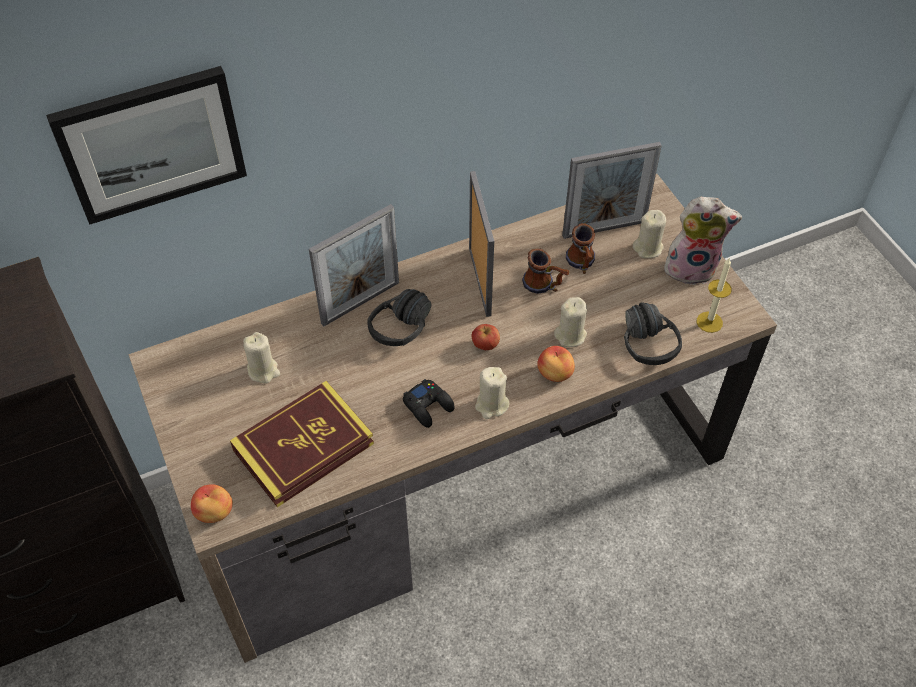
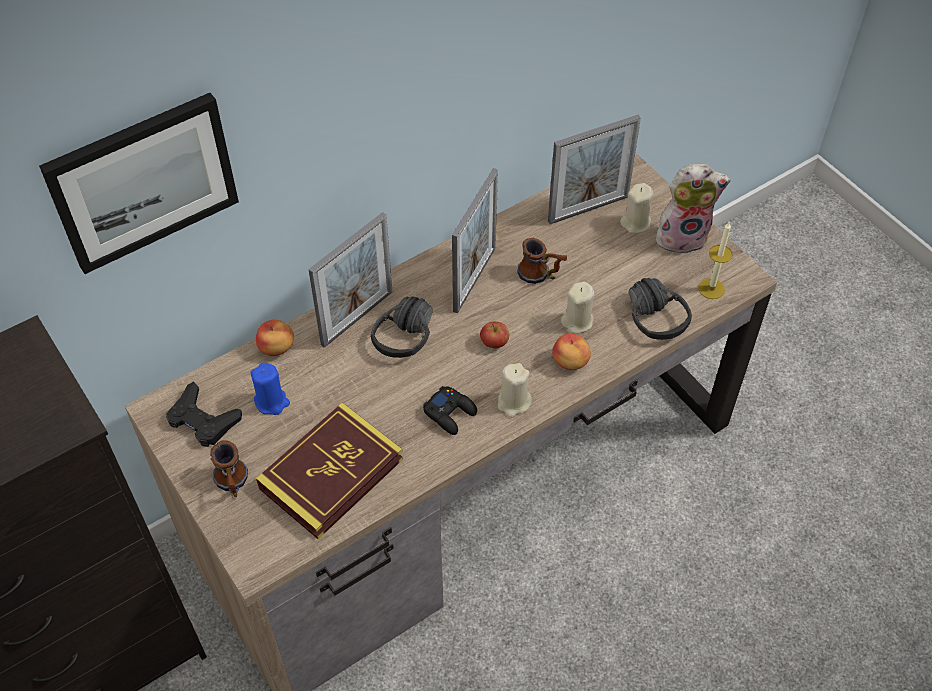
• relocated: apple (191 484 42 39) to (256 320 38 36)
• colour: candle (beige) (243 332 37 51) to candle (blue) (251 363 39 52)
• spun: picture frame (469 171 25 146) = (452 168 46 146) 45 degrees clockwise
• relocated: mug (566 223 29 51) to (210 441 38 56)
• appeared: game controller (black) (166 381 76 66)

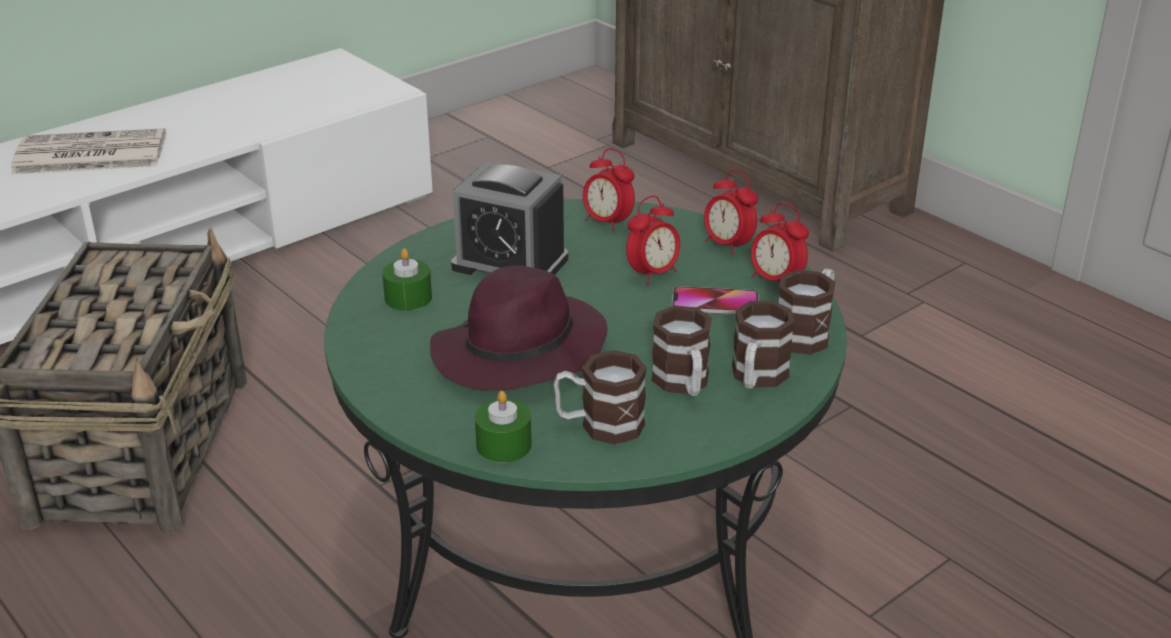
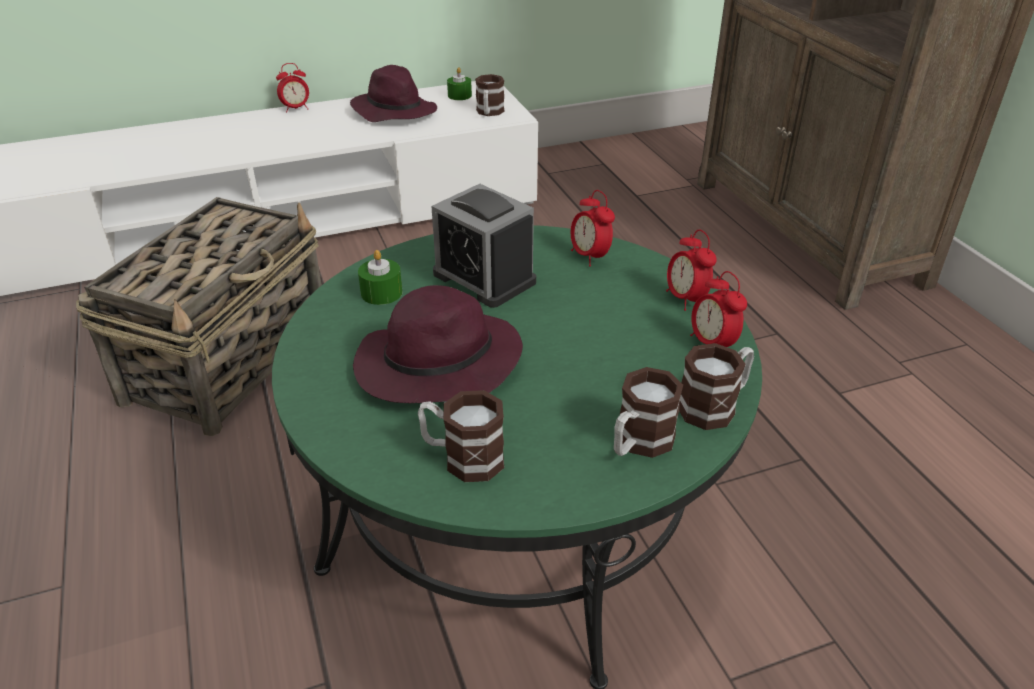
• missing: newspaper (11 128 154 46)
• relocated: candle (green) (475 391 57 72) to (447 67 25 33)
• relocated: alarm clock (626 196 54 89) to (276 63 33 49)
• relocated: mug (651 305 61 91) to (475 74 30 42)
• missing: phone (672 286 87 28)
• appeared: hat (purple) (350 65 87 57)

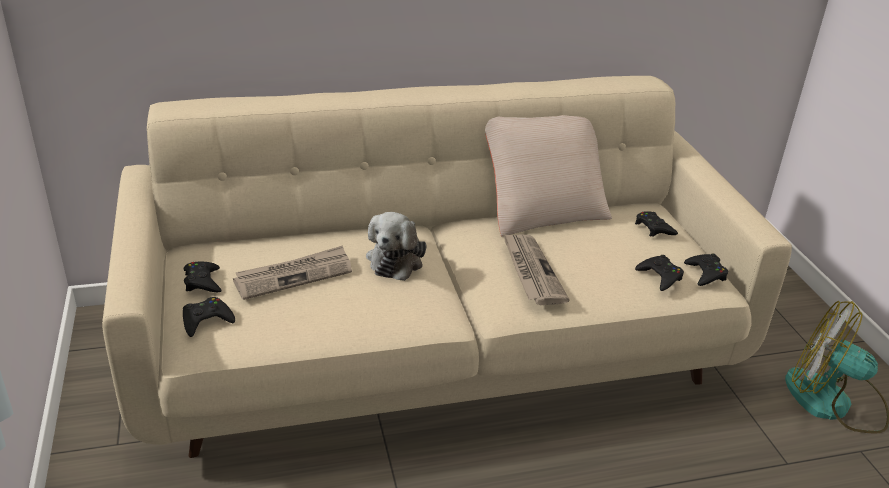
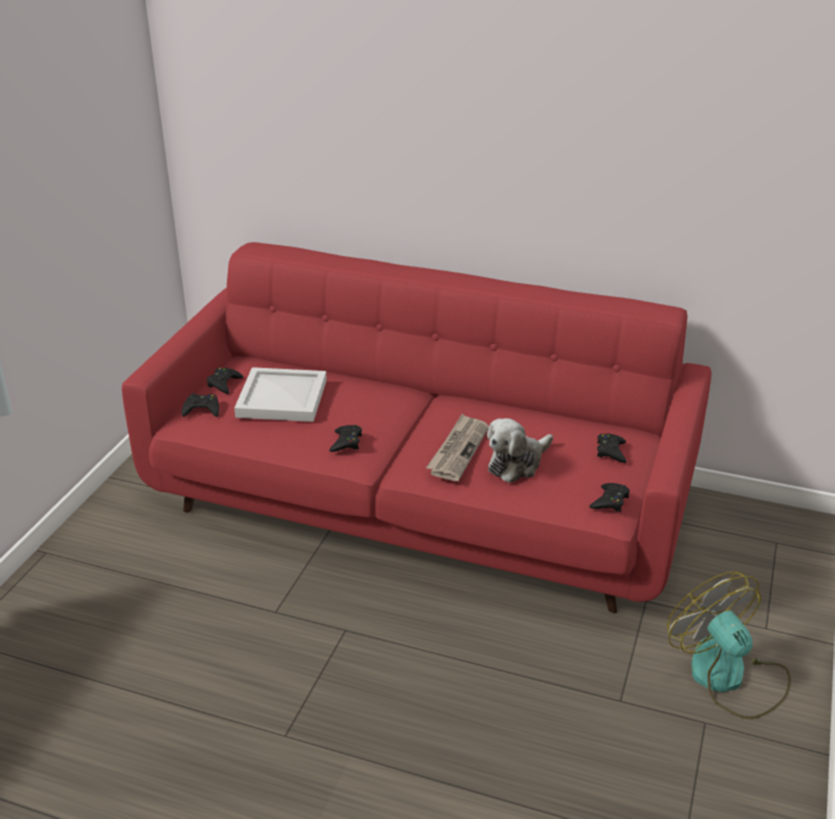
• colour: sofa (beige) (102 76 690 382) to sofa (red) (122 242 589 371)
• exchanged: newspaper (233 245 119 55) to tray (white) (234 367 93 55)
• relocated: plush toy (366 212 61 69) to (487 418 66 65)
• missing: pillow (beige) (485 115 127 122)
• relocated: game controller (black) (635 255 49 36) to (329 425 33 27)

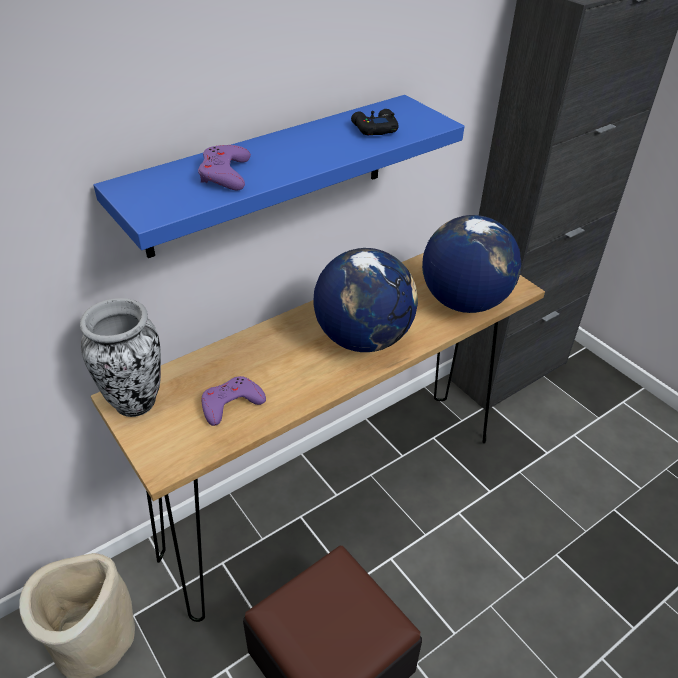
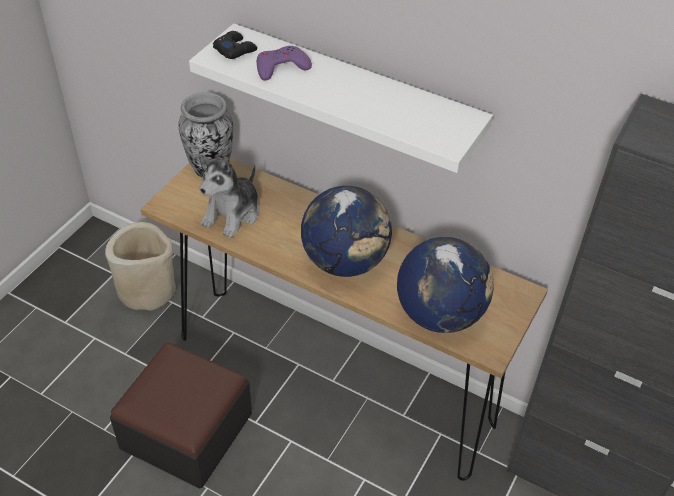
• colour: shelf (blue) (93 95 371 163) to shelf (white) (189 23 304 150)
• exchanged: game controller (purple) (202 376 64 50) to plush toy (199 155 61 83)
• relocated: game controller (black) (351 109 48 26) to (213 31 44 28)

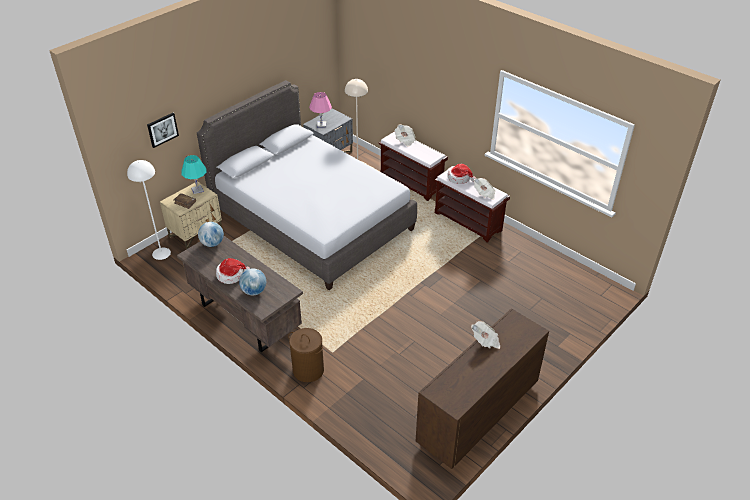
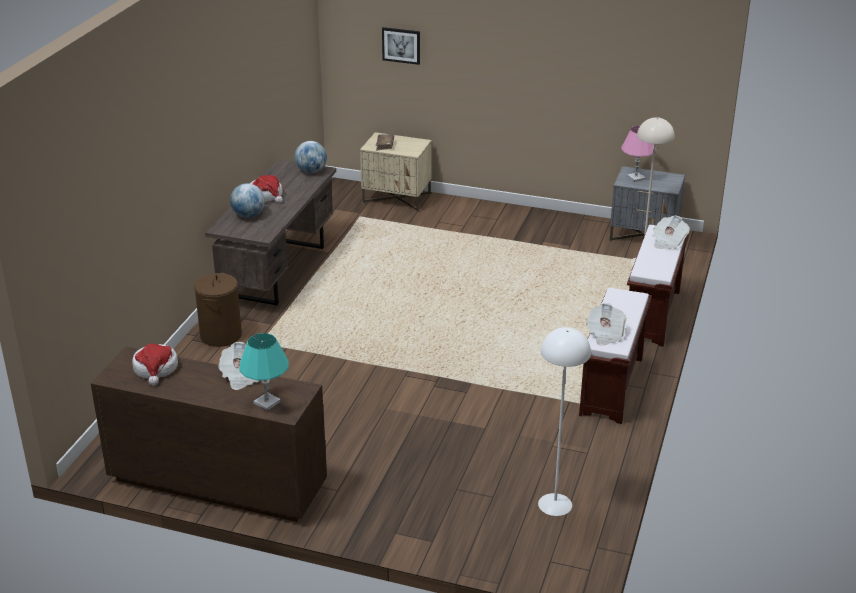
• relocated: floor lamp (white) (127 160 44 100) to (538 327 53 189)
• relocated: table lamp (turquoise) (182 155 25 39) to (240 333 49 78)
• missing: bed (grey) (197 80 220 210)
• relocated: hat (447 164 29 20) to (132 344 46 42)

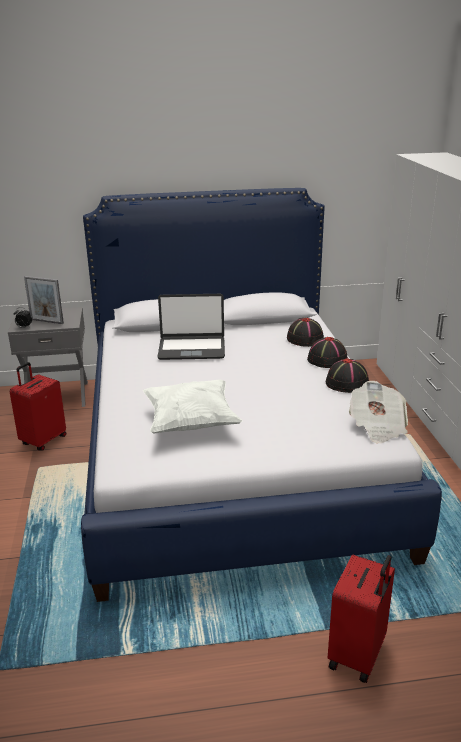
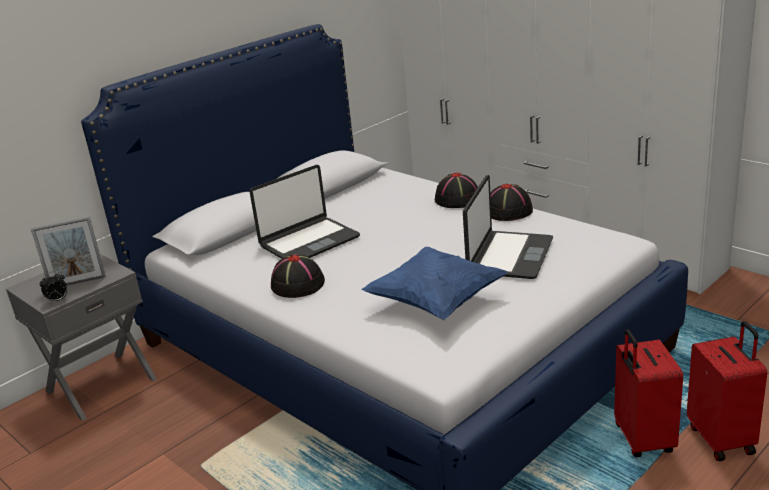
• relocated: suitcase (red) (10 362 56 89) to (614 329 69 128)
• colour: pillow (white) (143 379 99 54) to pillow (blue) (361 247 147 73)
• relocated: hat (black) (287 318 37 29) to (271 254 54 44)
• missing: newspaper (349 381 59 63)
• appeared: laptop (463 175 90 104)

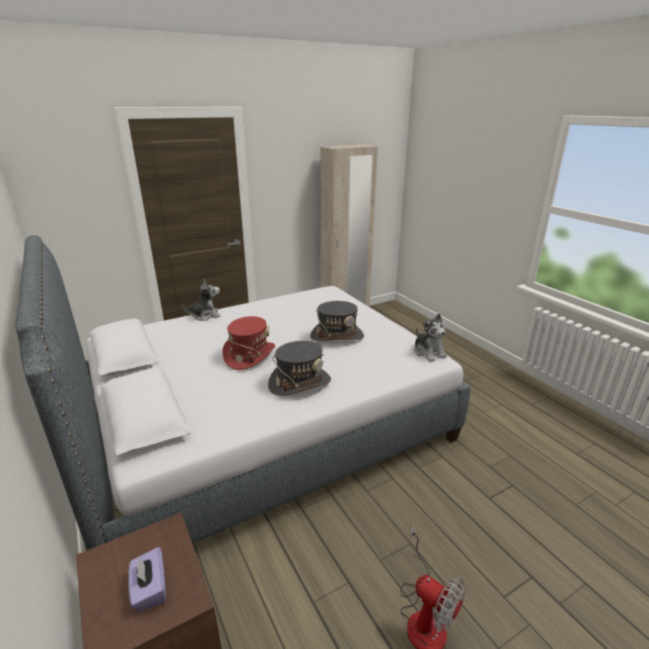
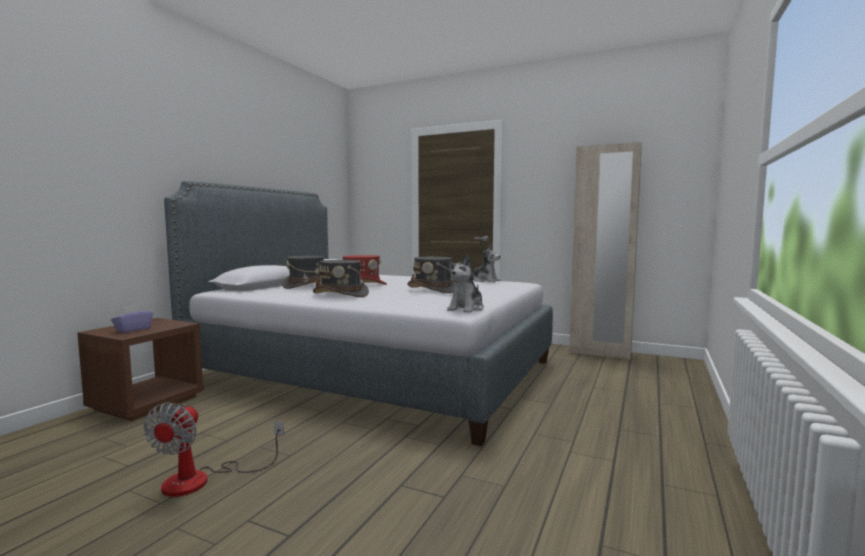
• relocated: plush toy (183 279 37 42) to (473 245 28 37)
• appeared: hat (grey) (282 256 42 33)

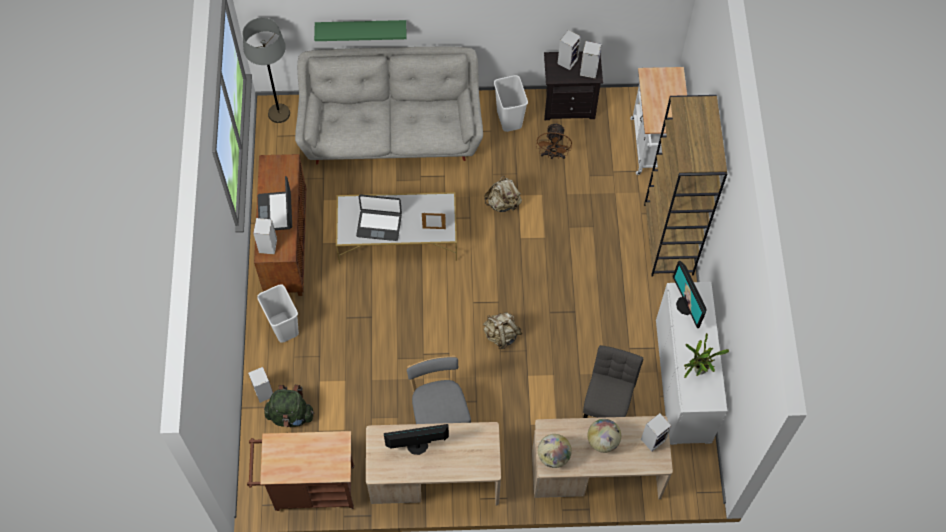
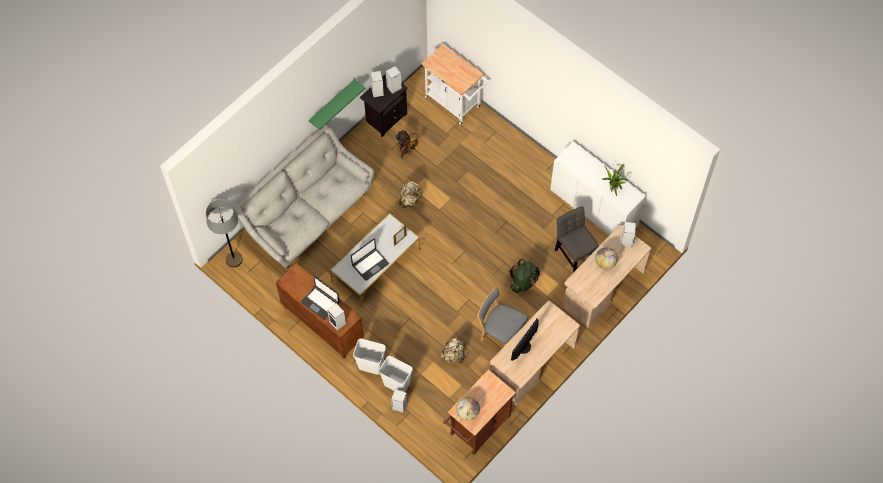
• relocated: backpack (green) (264 385 51 42) to (509 258 31 35)
• relocated: shelf (green) (314 20 92 21) to (309 79 56 51)
• relocated: backpack (beige) (483 312 39 37) to (441 338 24 26)
• relocated: trash can (white) (494 75 34 57) to (379 356 34 36)
• relocated: globe (538 434 34 34) to (456 397 24 24)
• missing: bookcase (brown) (644 95 83 182)
• missing: monitor (673 261 34 67)

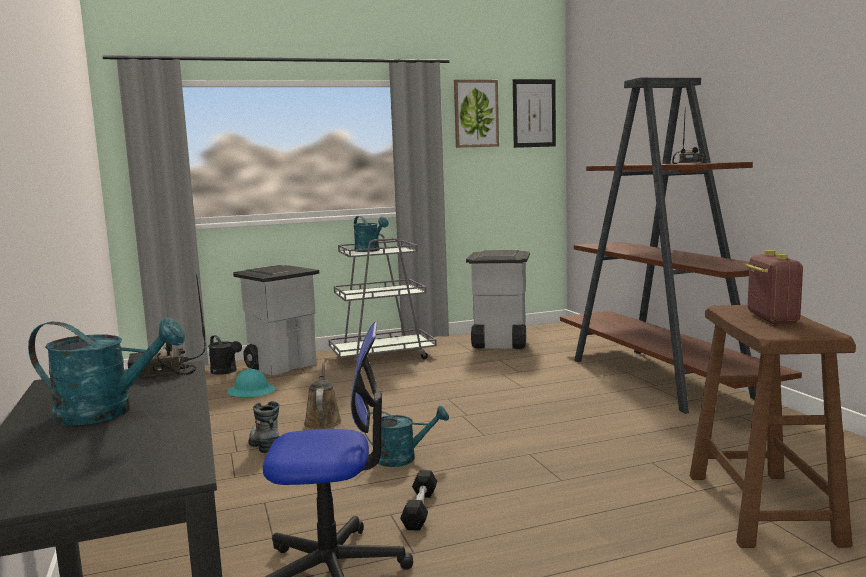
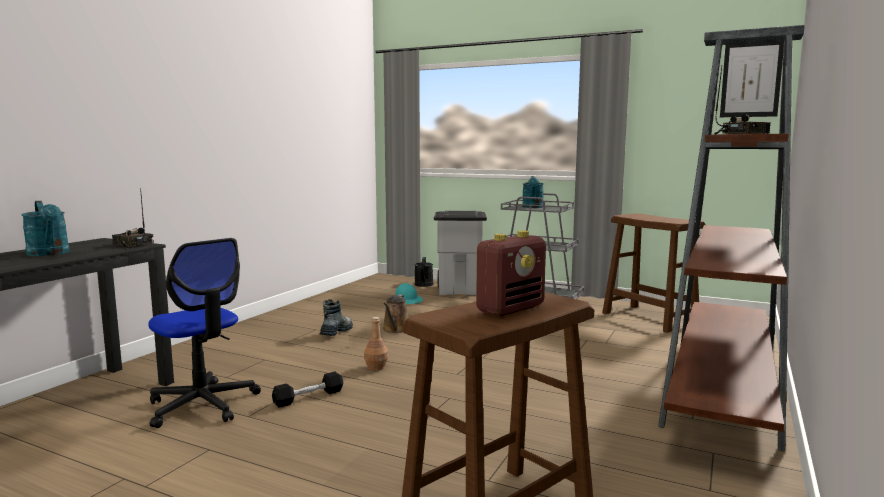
• spun: watering can (brown) (304 362 38 67) = (382 295 27 38) 150 degrees clockwise
• exchanged: watering can (turquoise) (365 406 84 61) to bottle (brown) (364 317 24 53)
• missing: picture (454 80 45 68)
• exchanged: trash can (grey) (466 250 64 99) to stool (brown) (602 213 104 120)

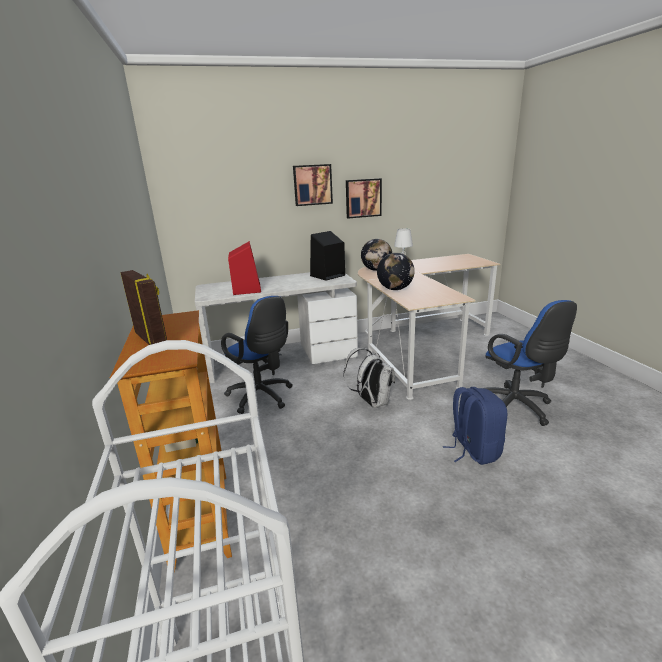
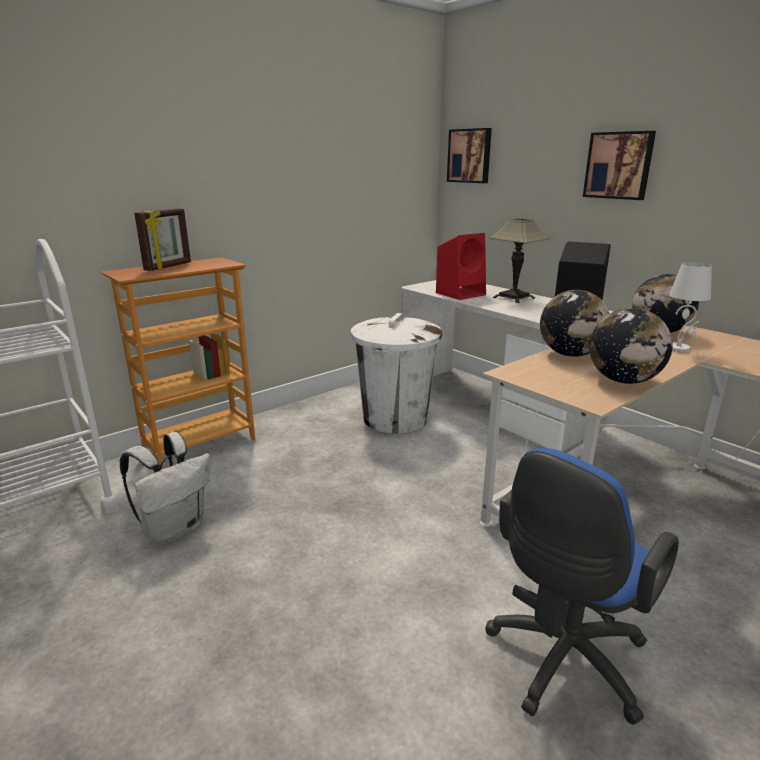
• exchanged: office chair (blue) (221 296 71 118) to trash can (white) (351 313 91 120)
• relocated: backpack (white) (344 348 51 60) to (120 432 91 112)
• relocated: picture (346 178 36 41) to (447 128 45 55)
• missing: backpack (blue) (443 387 64 78)
• appeared: table lamp (489 218 61 85)
• appeared: globe (589 308 84 76)

